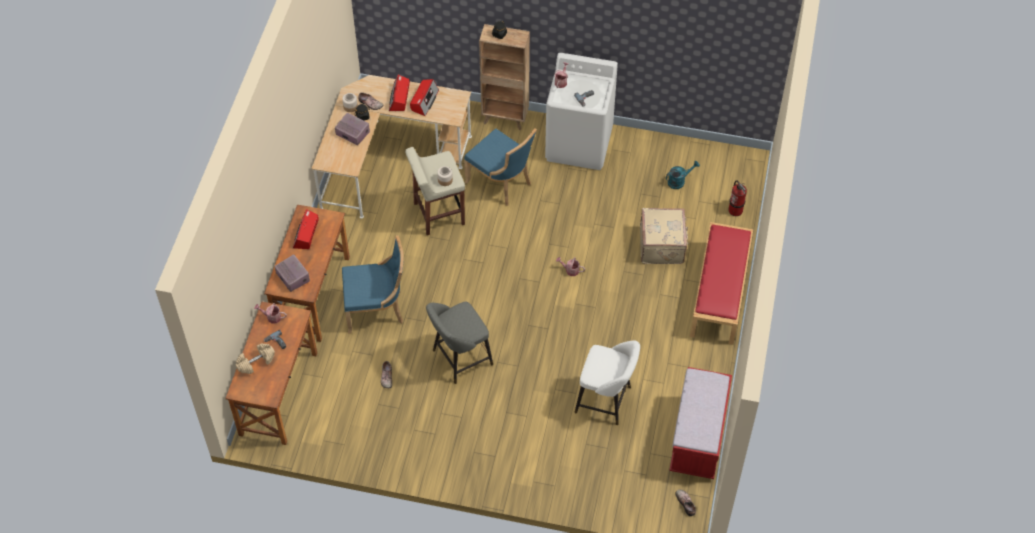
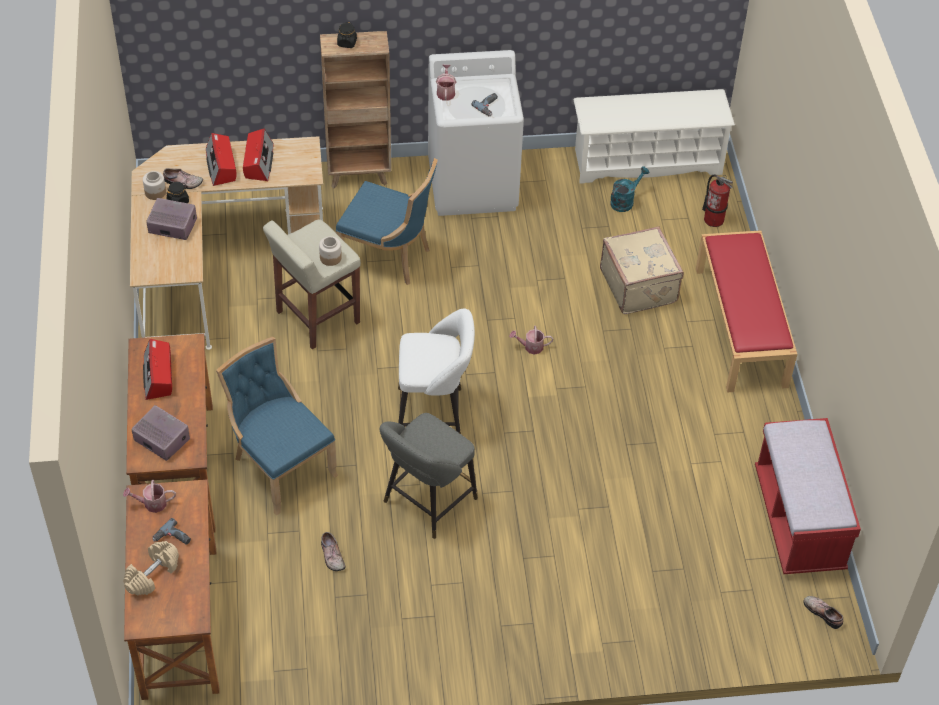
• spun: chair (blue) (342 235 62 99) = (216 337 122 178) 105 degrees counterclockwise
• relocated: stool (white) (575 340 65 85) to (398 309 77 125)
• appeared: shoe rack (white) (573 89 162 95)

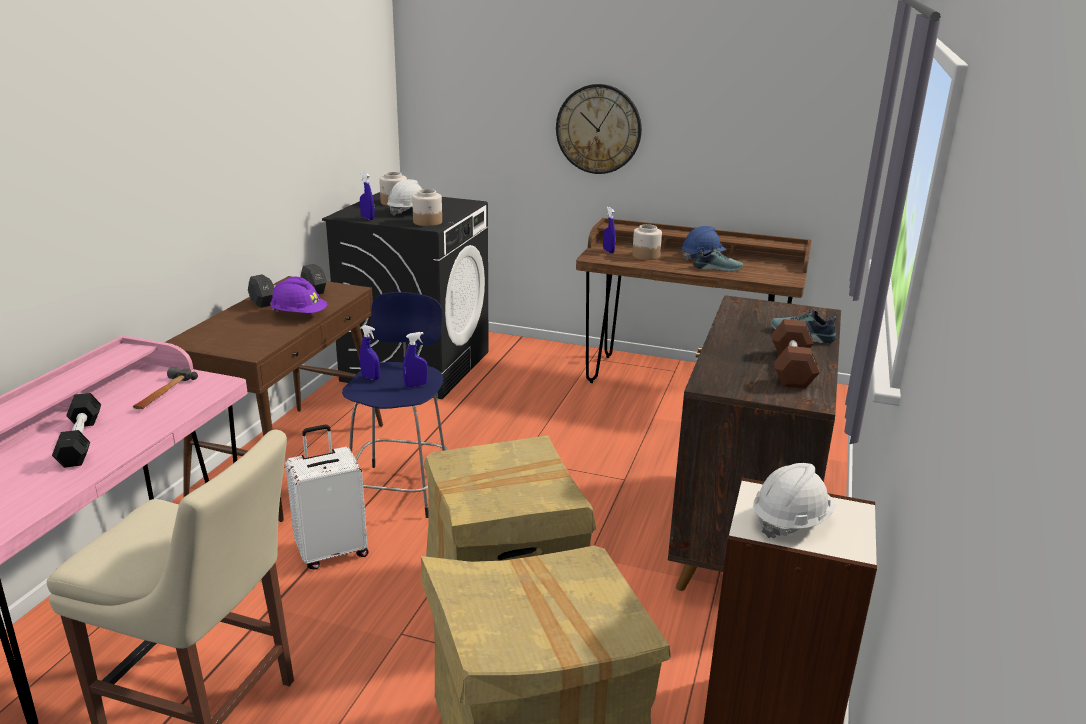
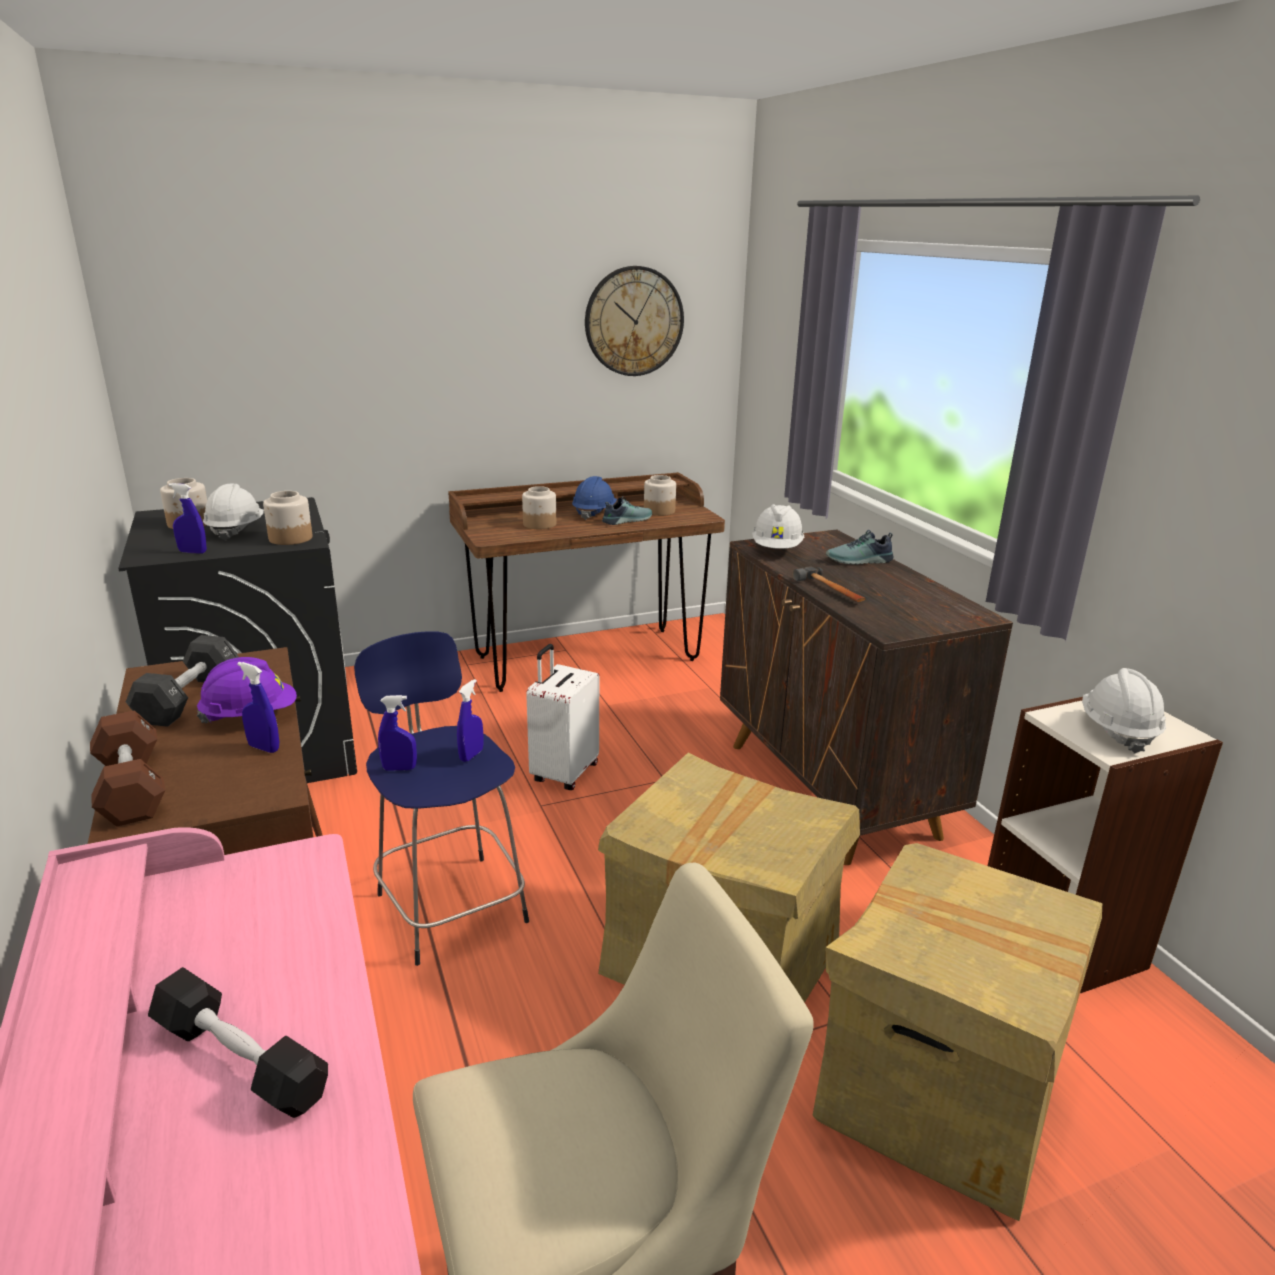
• relocated: hammer (133 367 65 42) to (793 567 73 35)
• relocated: suitcase (white) (285 425 84 145) to (526 644 73 146)
• relocated: wall clock (556 84 86 90) to (585 266 99 110)
• relocated: spray bottle (blue) (603 207 13 46) to (237 662 42 91)
• relocated: dumbbell (brown) (771 319 49 70) to (90 710 75 117)
• appeared: jar (644 475 32 41)
• appeared: hard hat (white) (752 504 52 45)

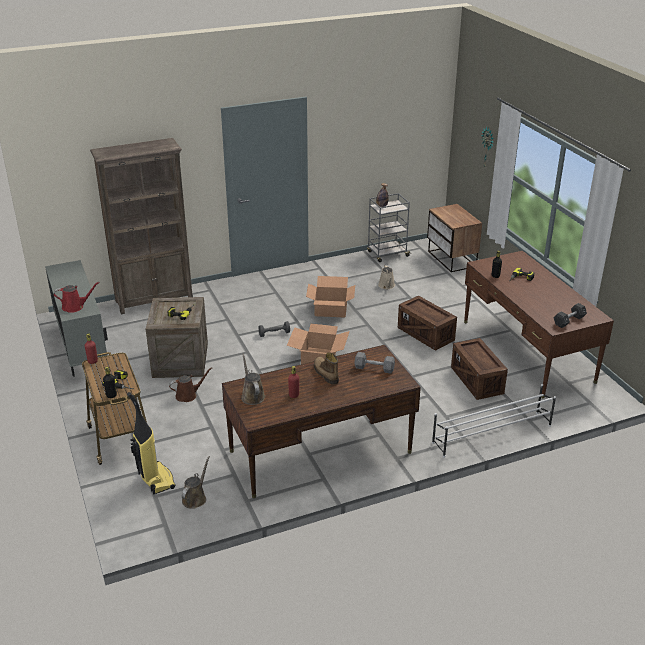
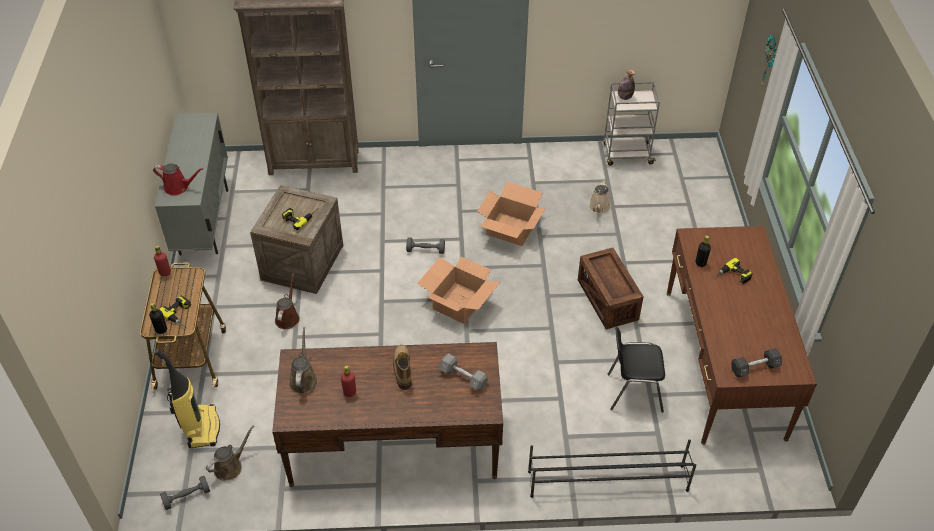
• spun: watering can (brown) (169 367 43 35) = (275 274 25 55) 75 degrees counterclockwise
• missing: nightstand (427 204 55 68)
• colour: shoe rack (white) (432 384 124 74) to shoe rack (black) (528 439 168 59)
• exchanged: crate (451 338 57 62) to chair (black) (608 327 57 86)
• appeared: dumbbell (grey) (160 476 50 34)

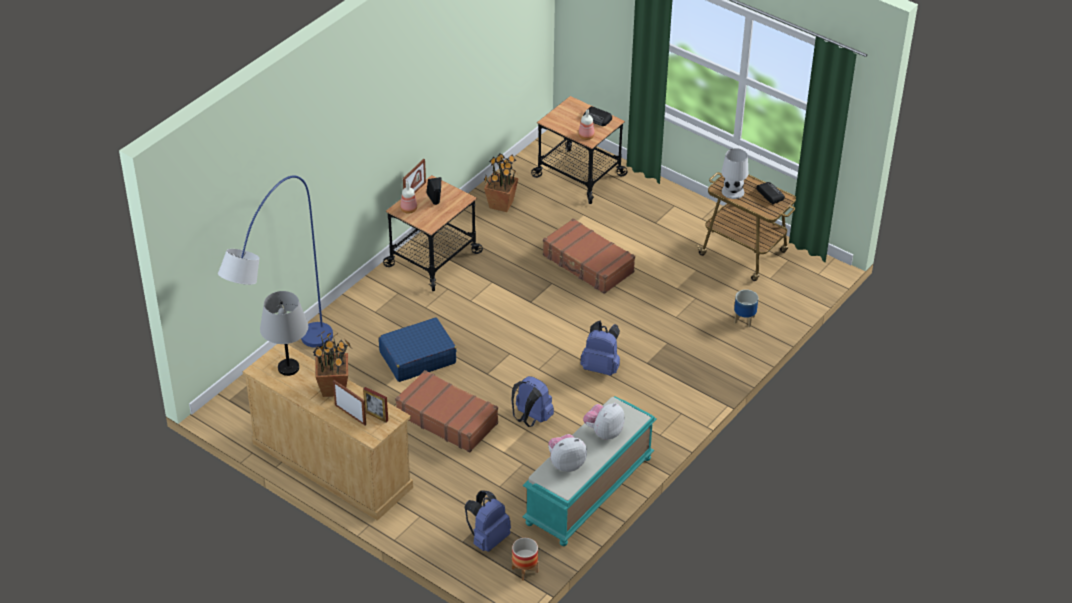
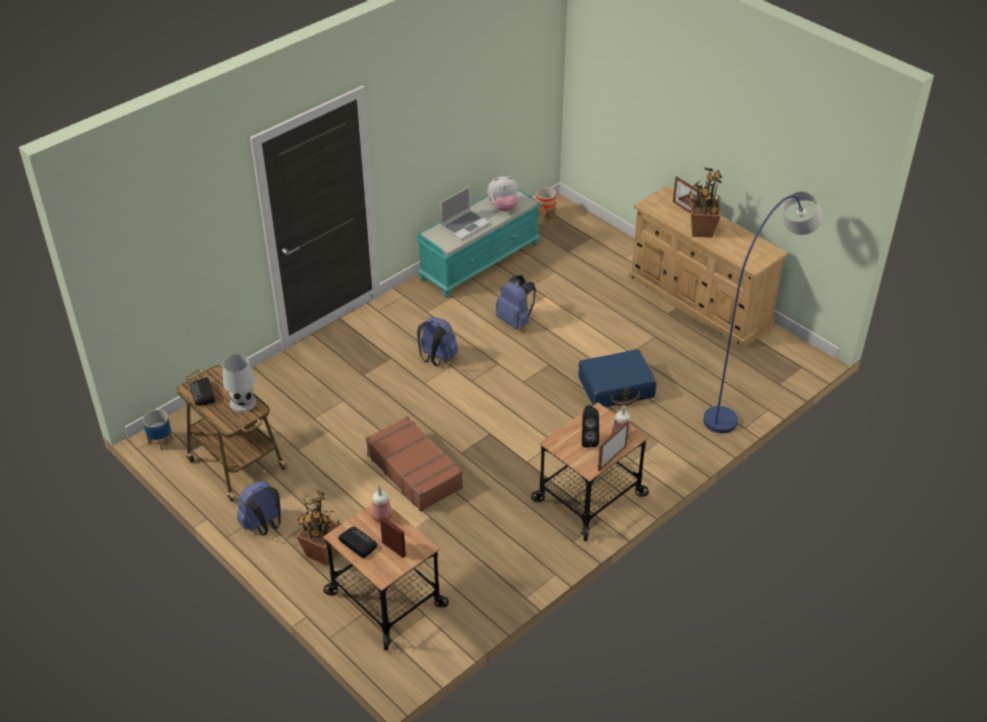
• missing: table lamp (grey) (260 291 48 85)
• relocated: picture frame (363 387 25 36) to (380 516 26 42)
• missing: suitcase (brown) (395 370 103 83)
• relocated: backpack (blue) (465 490 46 62) to (237 481 44 55)
• relocated: potted plant (484 153 35 59) to (296 490 45 75)
• exchanged: plush toy (583 403 42 37) to laptop (440 186 50 54)
• relocated: planter (734 290 24 37) to (143 409 30 41)

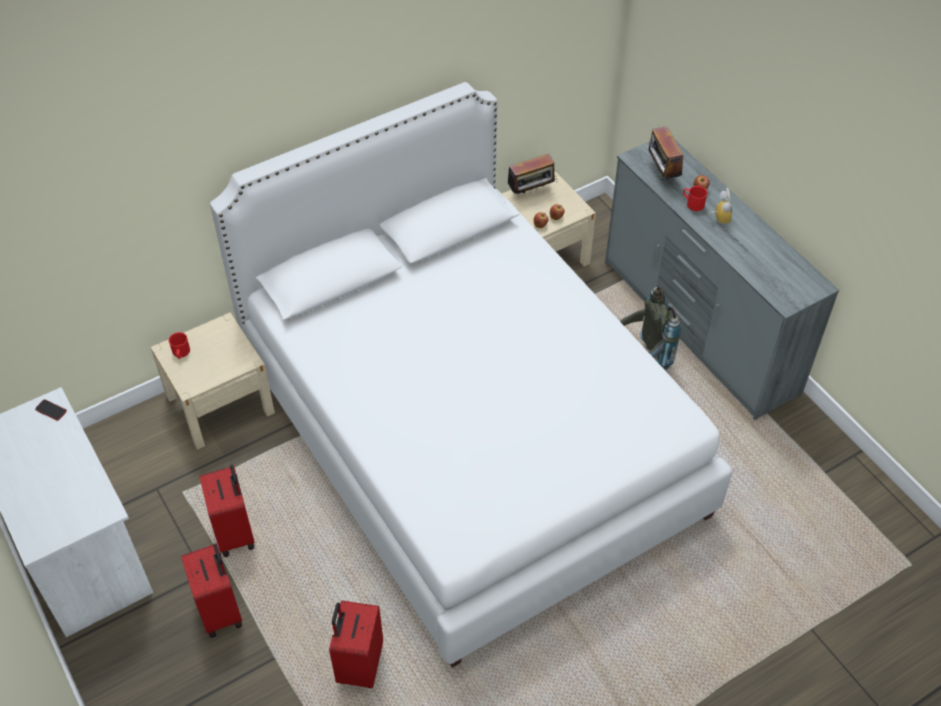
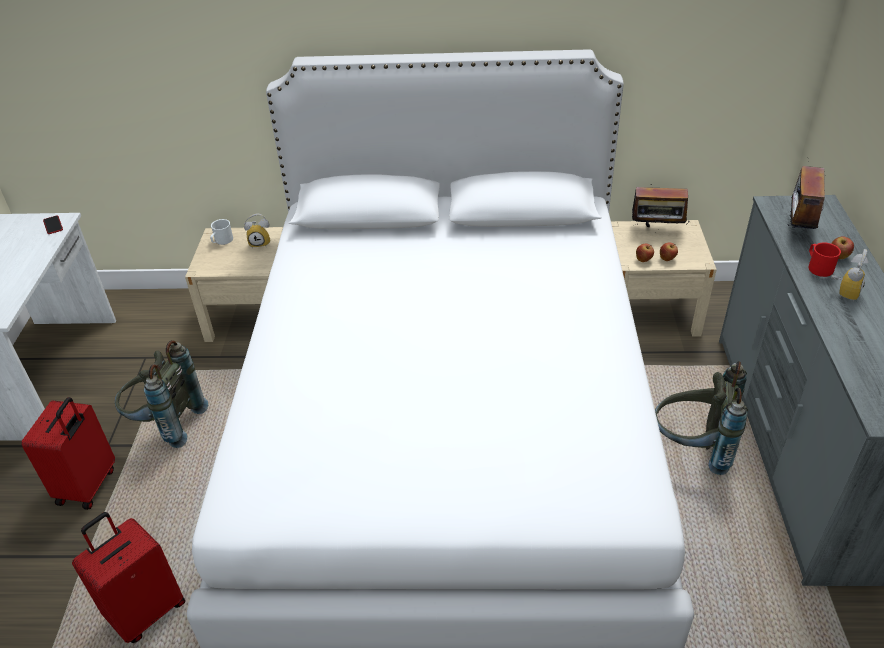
• colour: mug (red) (169 332 21 27) to mug (white) (210 219 23 26)
• exchanged: suitcase (red) (199 465 56 92) to backpack (grey) (115 340 93 108)
• appeared: alarm clock (244 213 27 36)

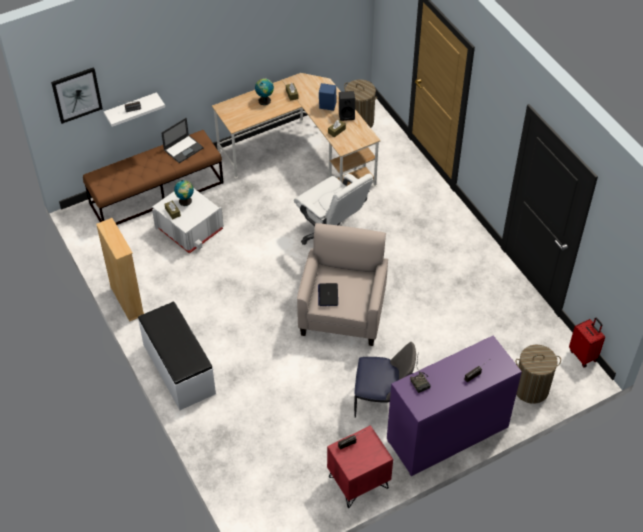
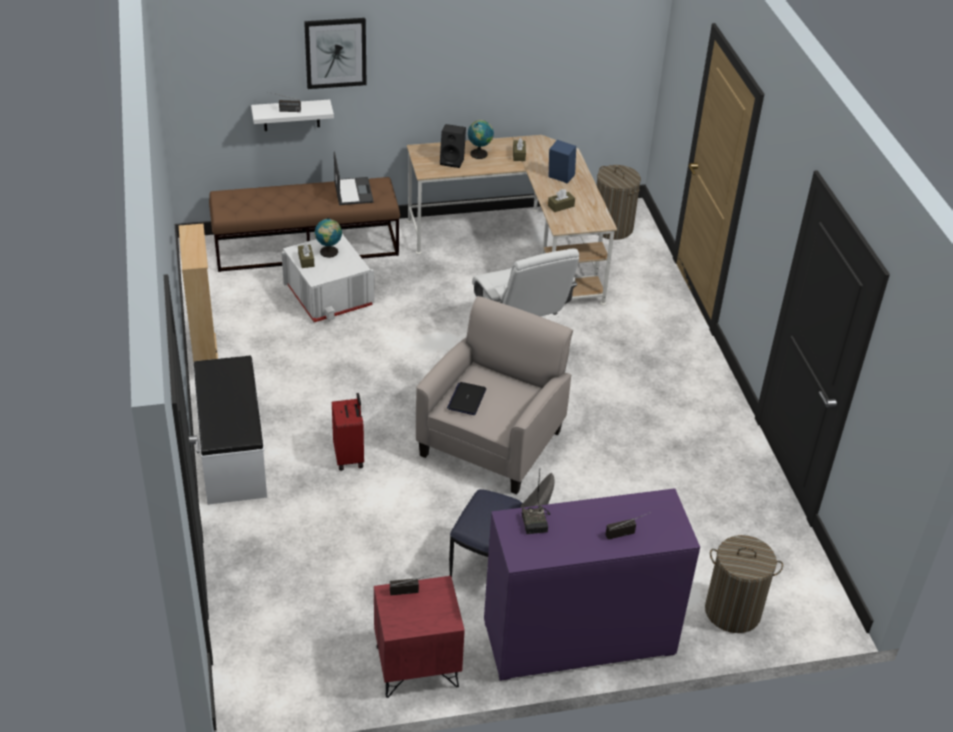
• relocated: picture (51 67 52 57) to (304 18 63 71)
• spun: laptop (161 118 43 45) = (334 151 40 54) 75 degrees counterclockwise
• relocated: speaker (black) (339 91 16 30) to (440 124 26 44)
• relocated: suitcase (red) (569 317 36 50) to (332 393 32 78)

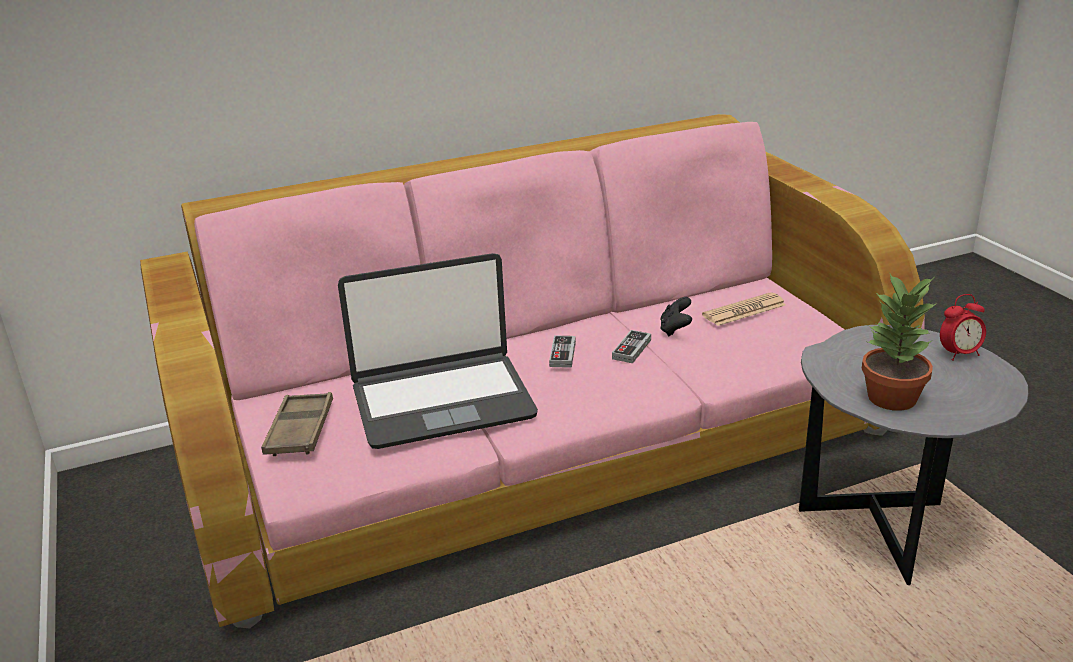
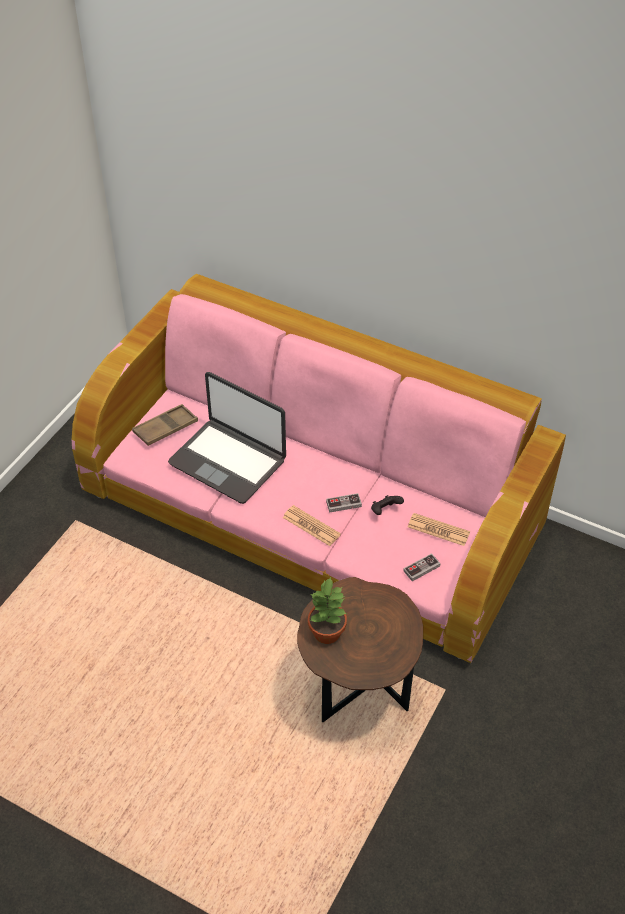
• relocated: game controller (549 336 27 32) to (403 553 38 28)
• colour: side table (grey) (799 325 230 260) to side table (brown) (297 577 126 145)
• missing: alarm clock (940 294 46 67)
• appeared: newspaper (283 505 58 41)

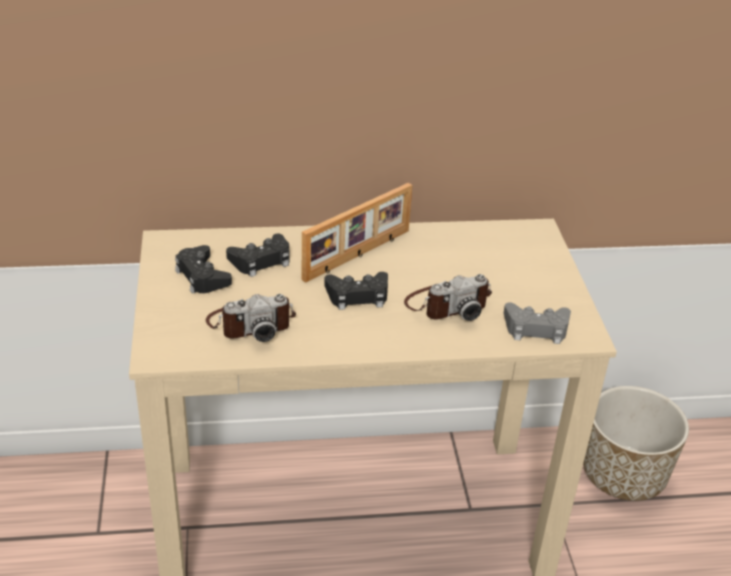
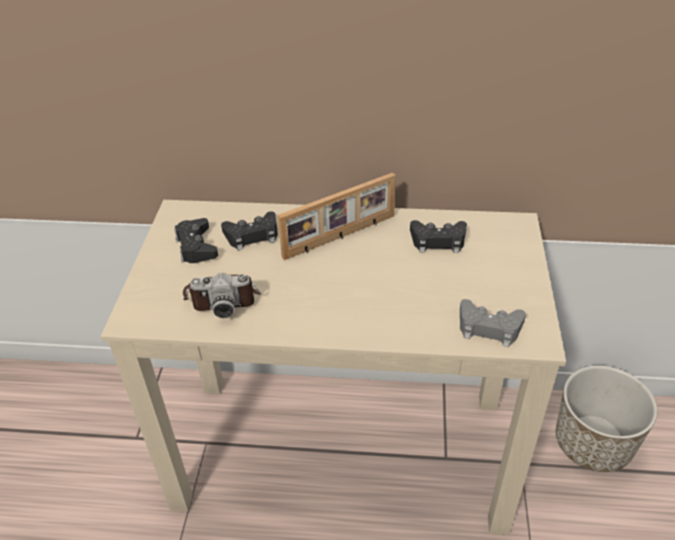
• relocated: game controller (black) (324 272 64 38) to (410 220 57 33)
• missing: photo camera (404 274 88 47)

